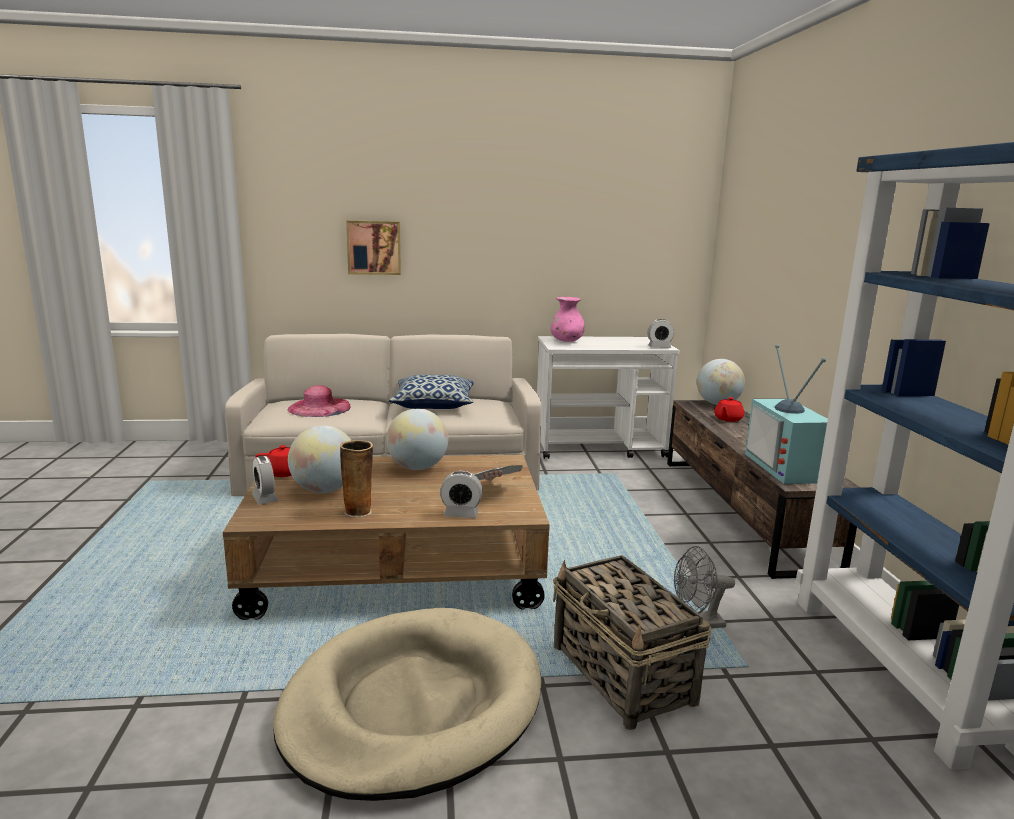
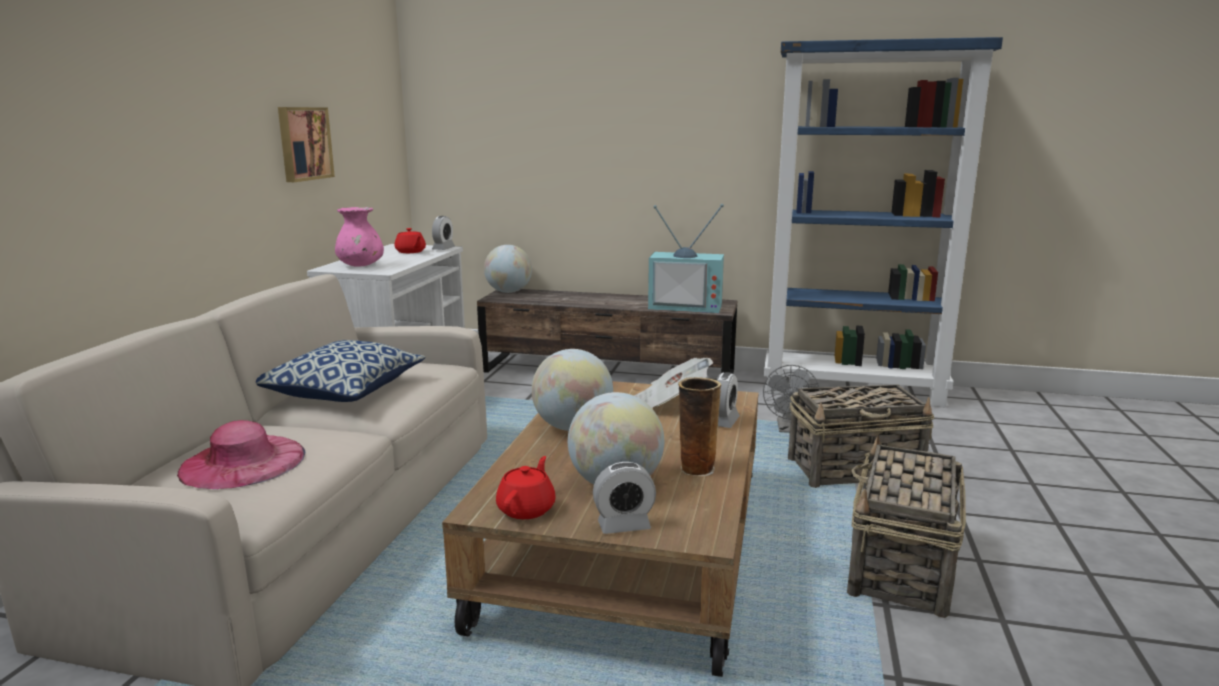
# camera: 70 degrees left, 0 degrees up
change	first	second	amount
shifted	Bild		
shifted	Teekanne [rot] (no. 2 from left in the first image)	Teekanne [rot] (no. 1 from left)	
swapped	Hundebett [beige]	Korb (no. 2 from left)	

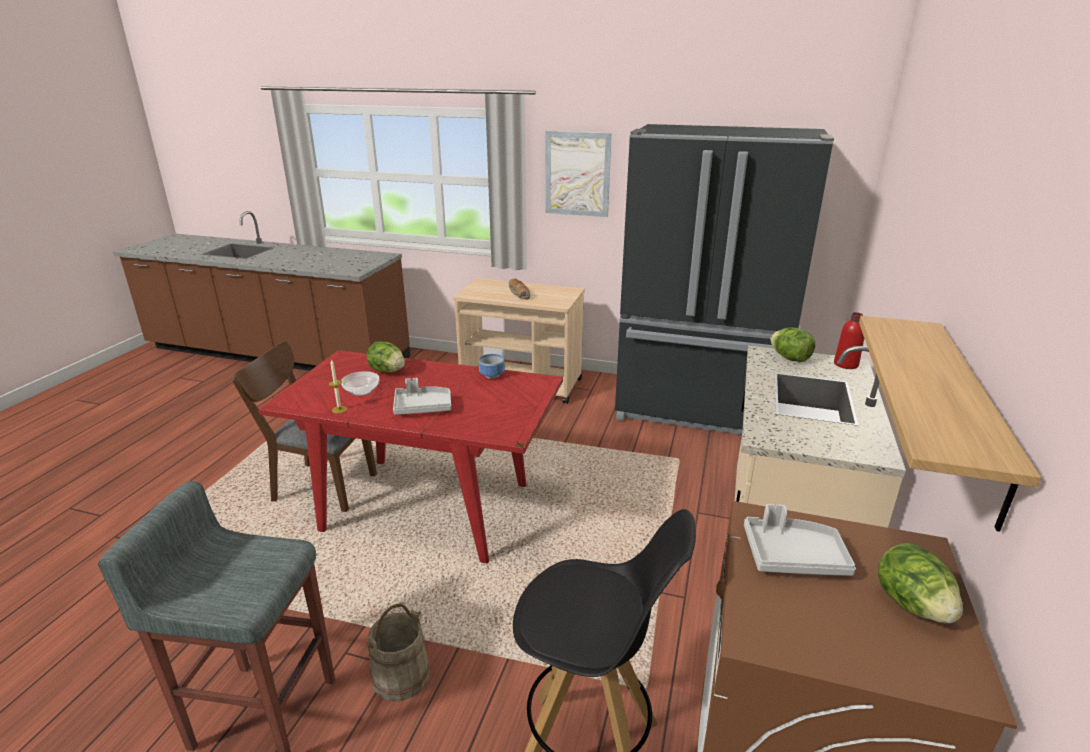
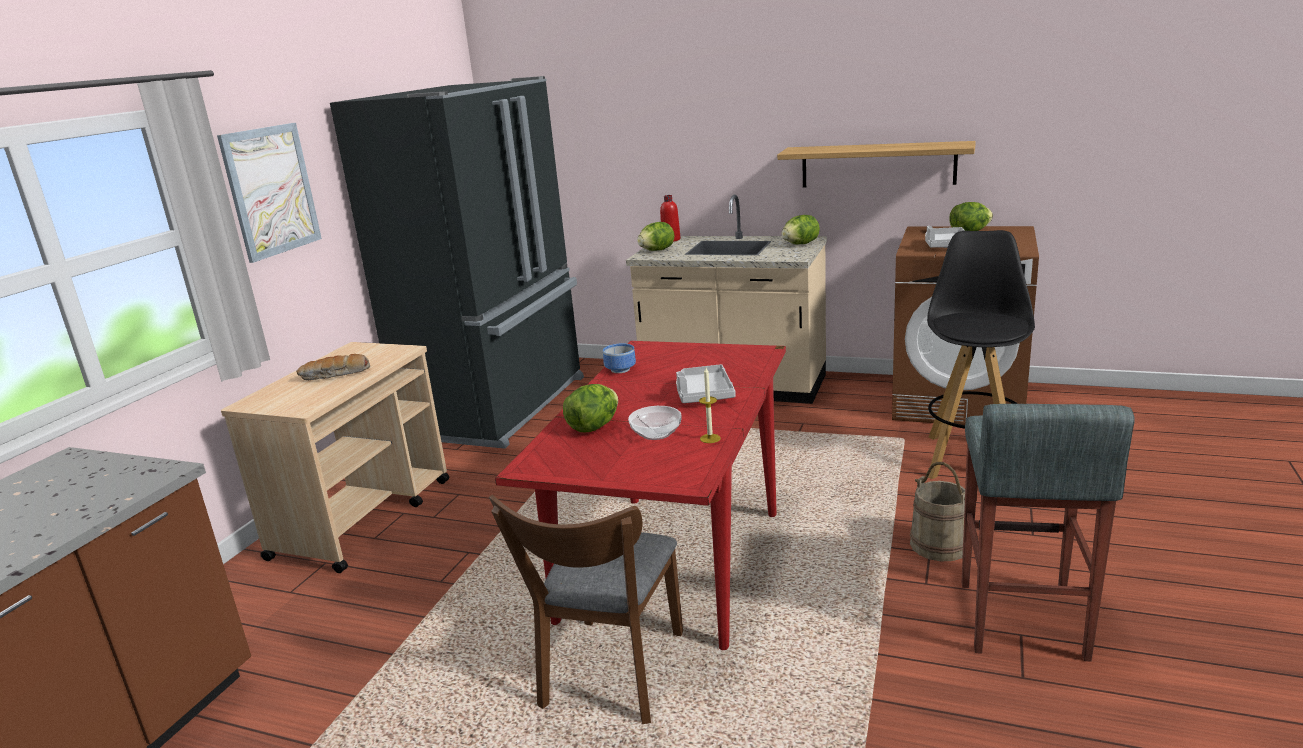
# camera: 85 degrees left, 5 degrees down
change	first	second	amount
new		Salatkopf (no. 3 from left)	

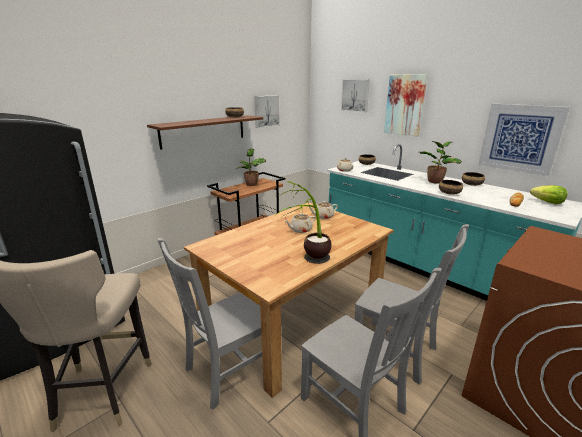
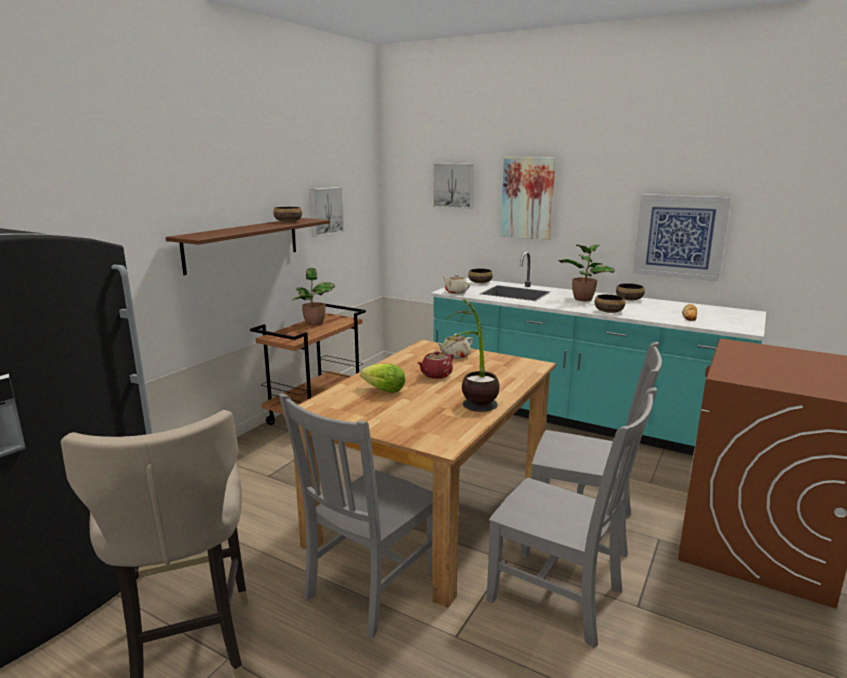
# camera: 15 degrees left, 5 degrees down
change	first	second	amount
shifted	Salatkopf		
repainted	Teekanne [beige] (no. 1 from left)	Teekanne [rot]	

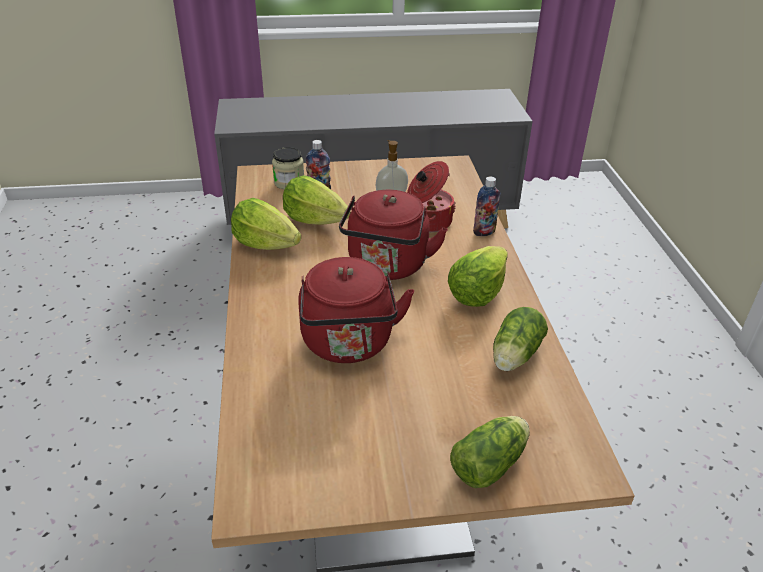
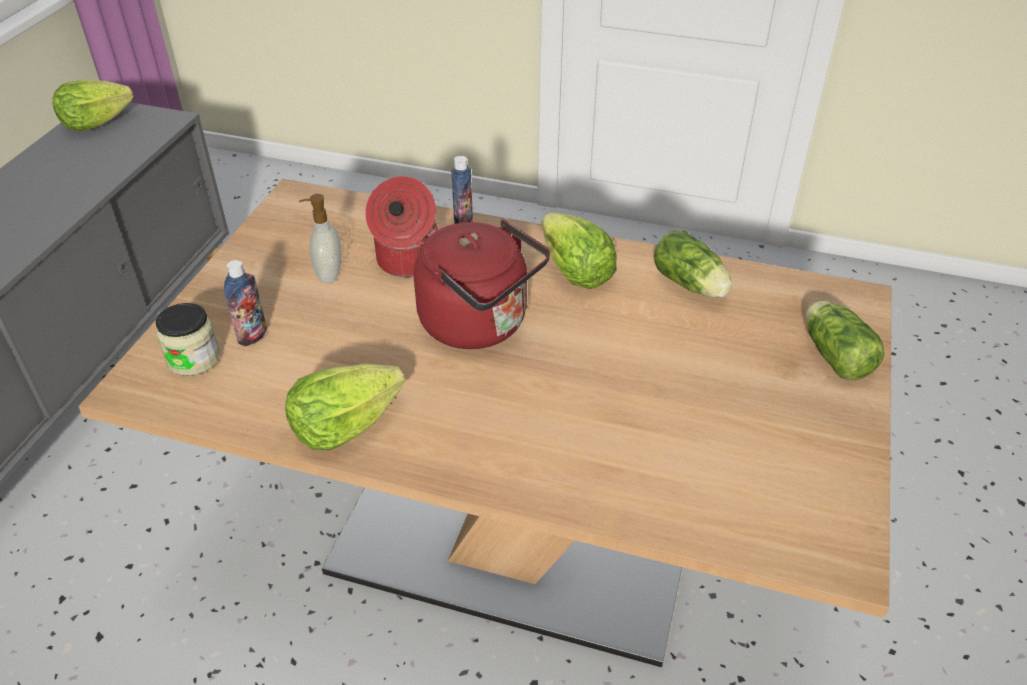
# camera: 65 degrees left, 5 degrees up
change	first	second	amount
shifted	Salatkopf (no. 2 from left in the first image)	Salatkopf (no. 1 from left)	
gone	Wasserkessel [rot] (no. 1 from left)		

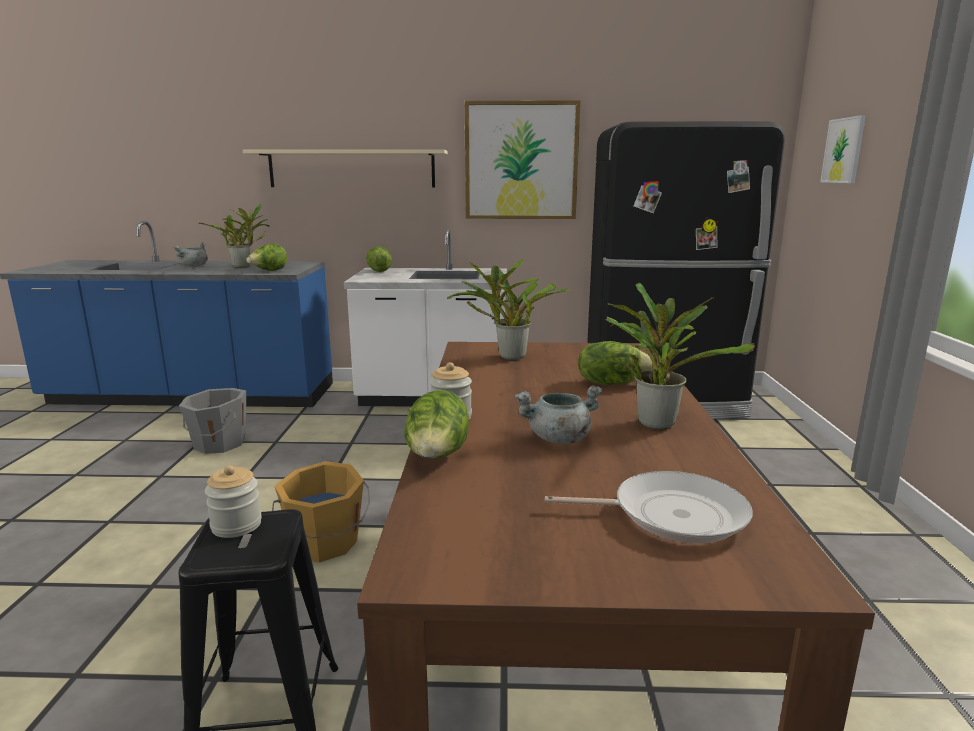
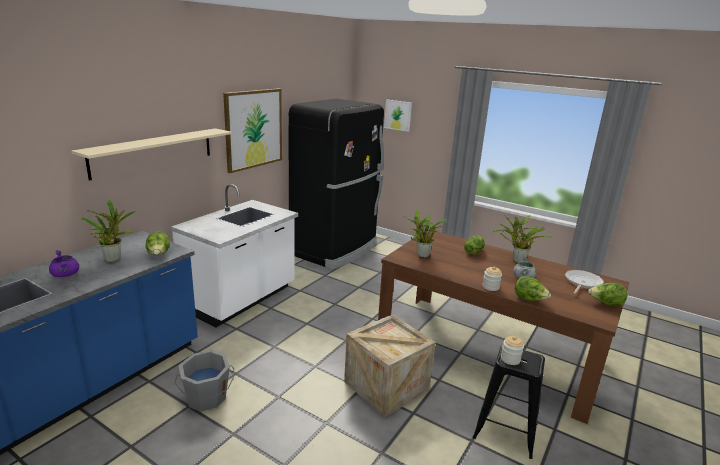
# camera: 60 degrees left, 5 degrees up
change	first	second	amount
repainted	Kochtopf [grau] (no. 1 from left)	Kochtopf [lila]	
shifted	Salatkopf (no. 2 from left in the first image)	Salatkopf (no. 4 from left)	
swapped	Eimer [orange]	Kiste	

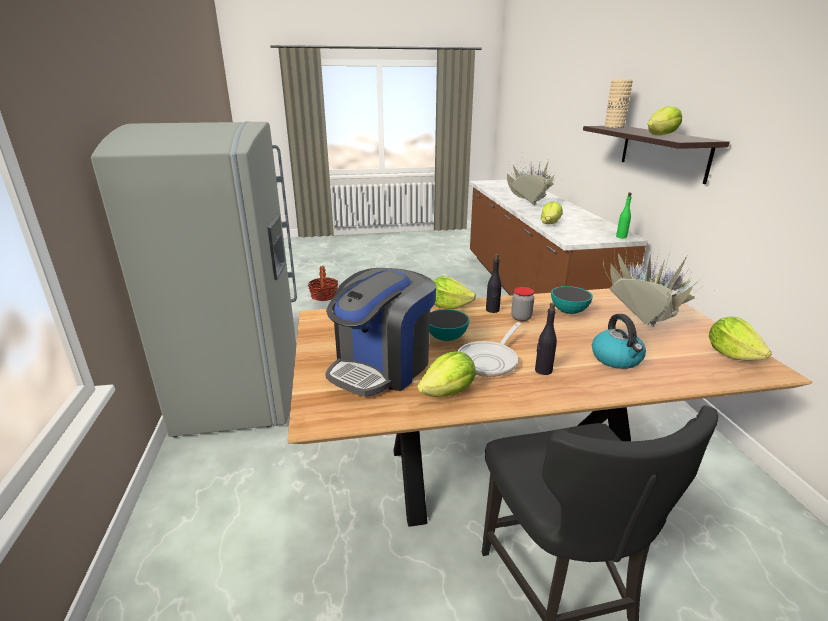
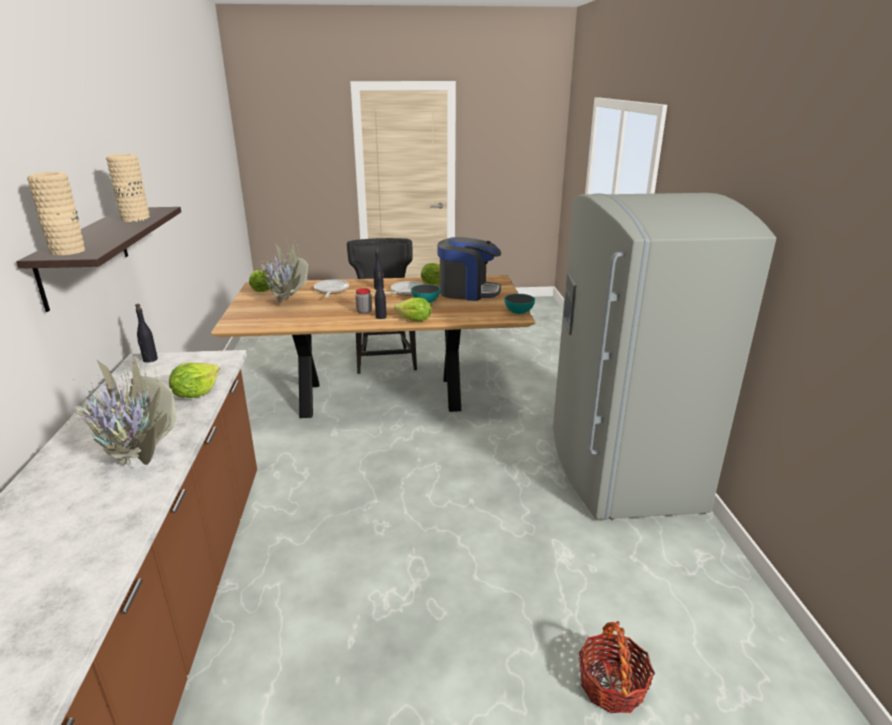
# camera: 175 degrees left, 0 degrees up
change	first	second	amount
swapped	Salatkopf (no. 4 from left)	Vase [beige] (no. 2 from left)	
repainted	Flasche [grün]	Flasche [schwarz] (no. 1 from left)	
rotated	Kaffeemaschine		60 degrees clockwise
shifted	Schüssel (no. 2 from left)		
swapped	Wasserkessel	Pfanne (no. 1 from left)	

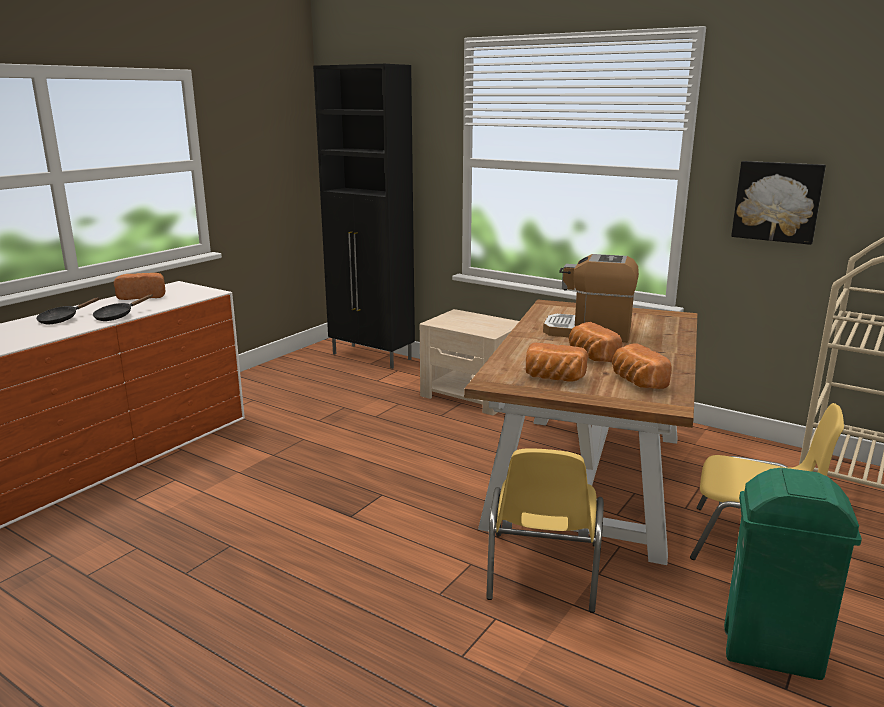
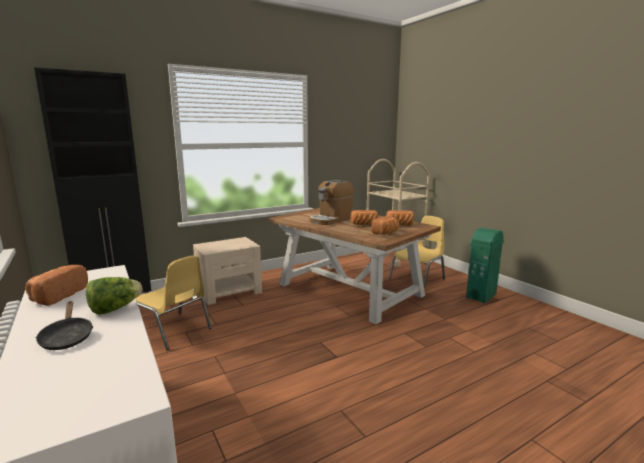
# camera: 65 degrees left, 5 degrees down
change	first	second	amount
gone	Bild		
swapped	Pfanne [schwarz] (no. 2 from left)	Salatkopf	
shifted	Stuhl [gelb] (no. 1 from left)		

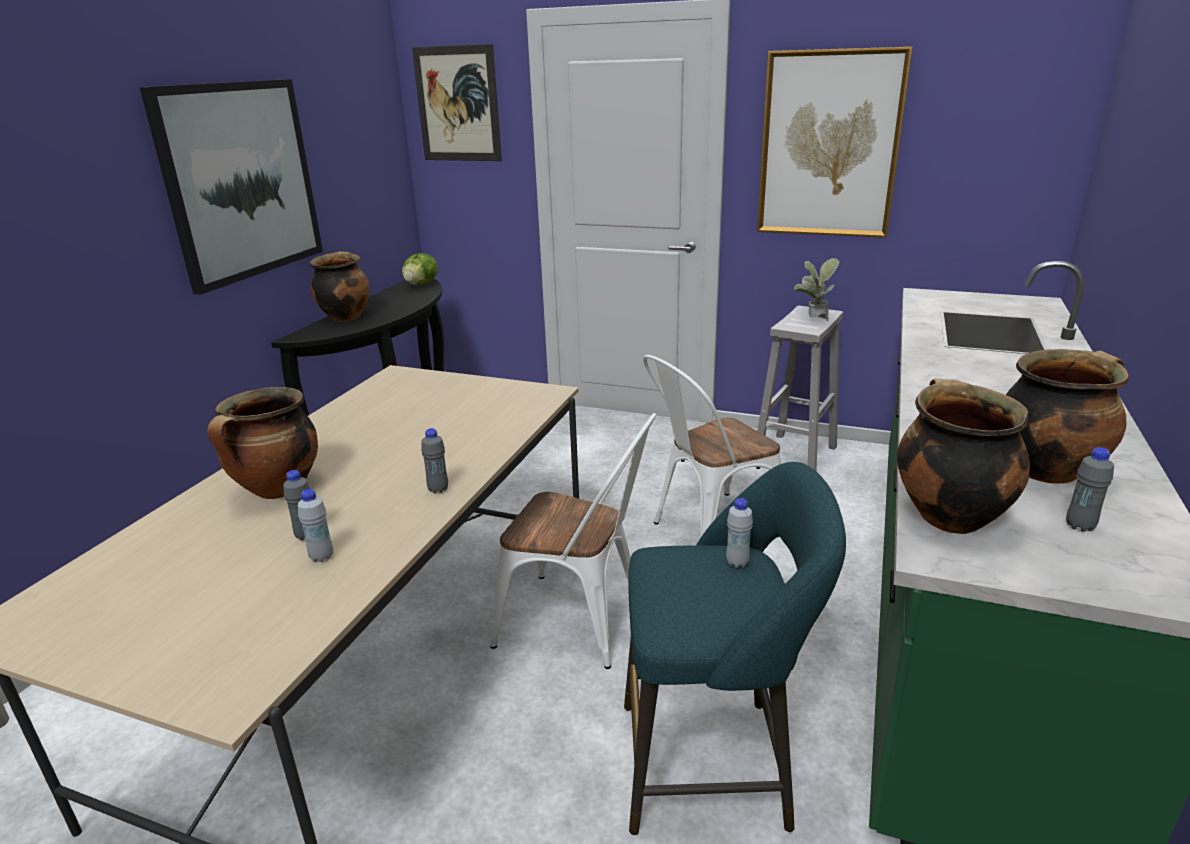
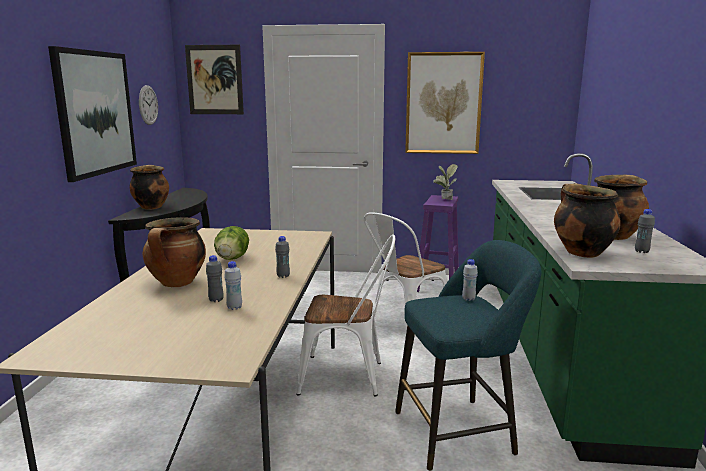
# camera: 15 degrees left, 10 degrees down
change	first	second	amount
shifted	Salatkopf		
repainted	Hocker [weiß]	Hocker [lila]	
new		Wanduhr	

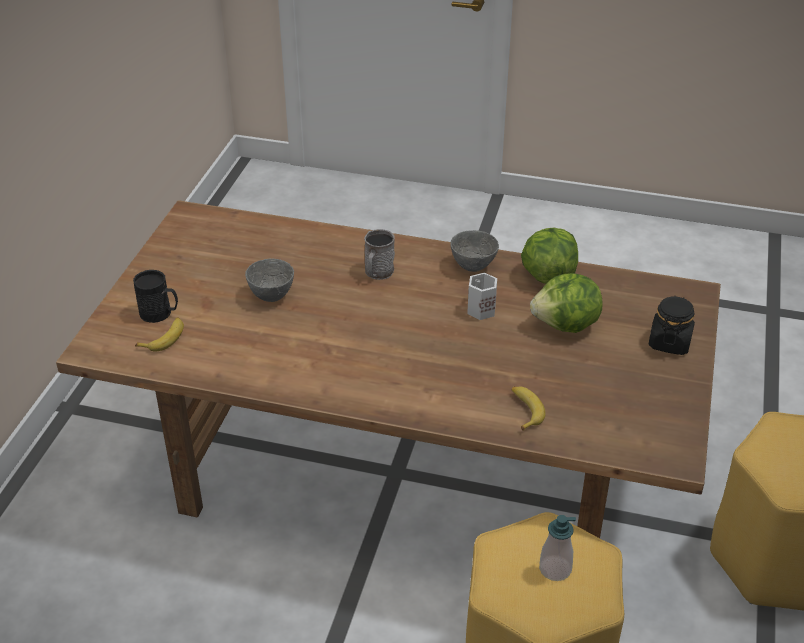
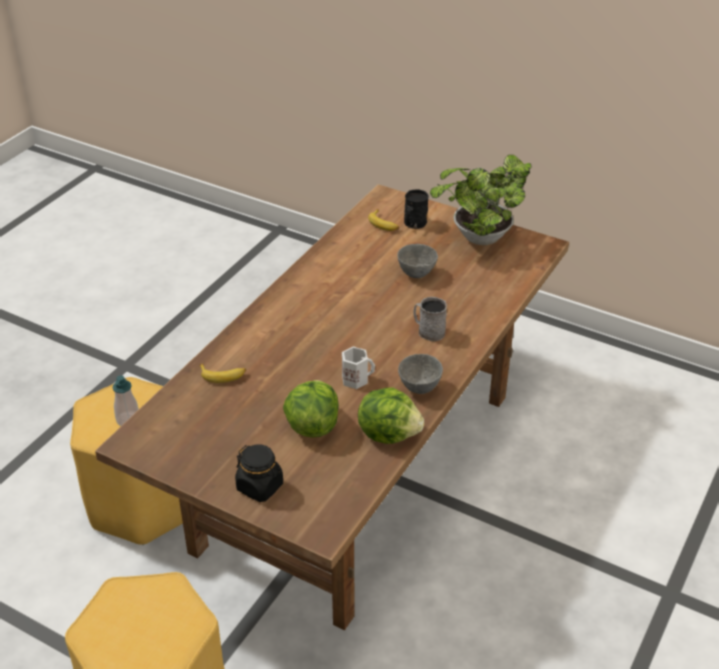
# camera: 105 degrees right, 0 degrees up
change	first	second	amount
new		Topfpflanze	

